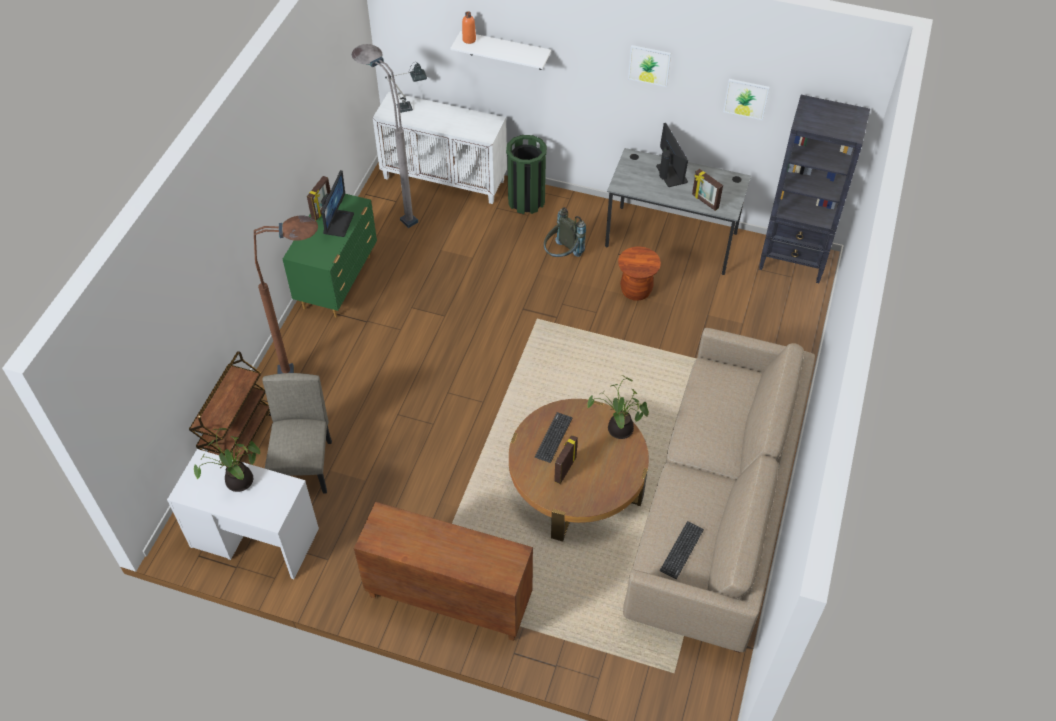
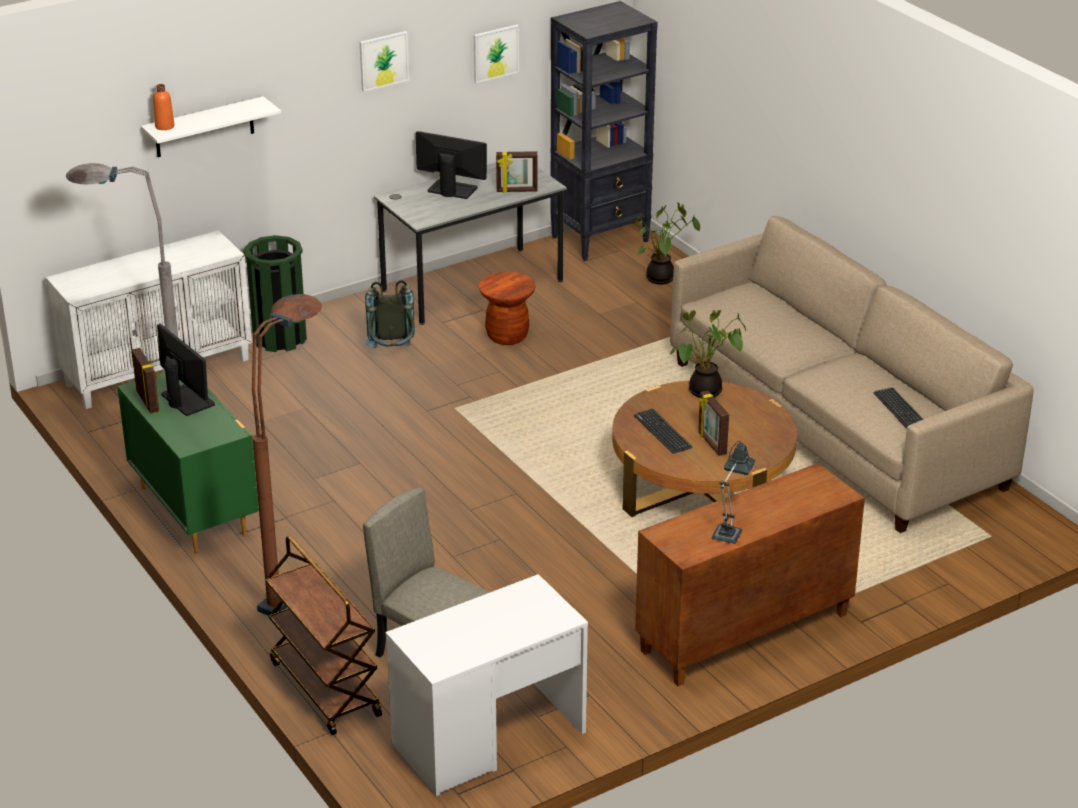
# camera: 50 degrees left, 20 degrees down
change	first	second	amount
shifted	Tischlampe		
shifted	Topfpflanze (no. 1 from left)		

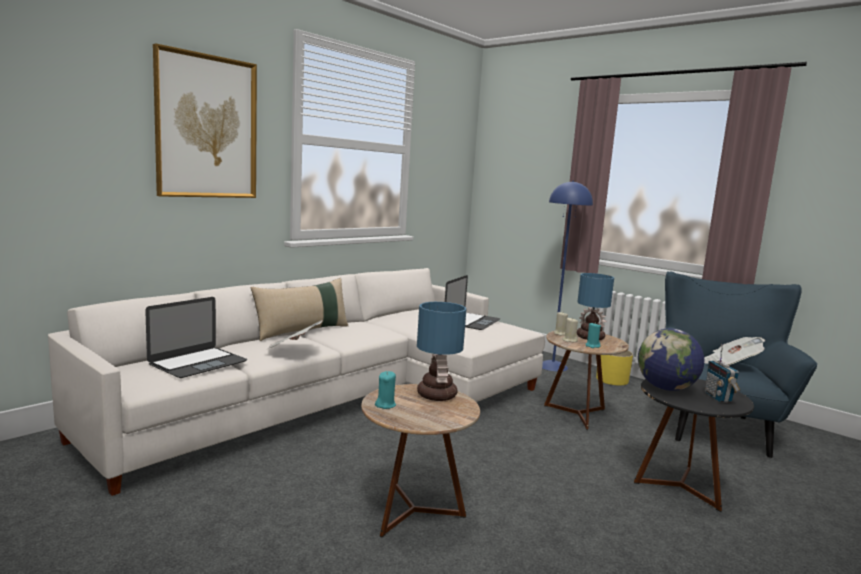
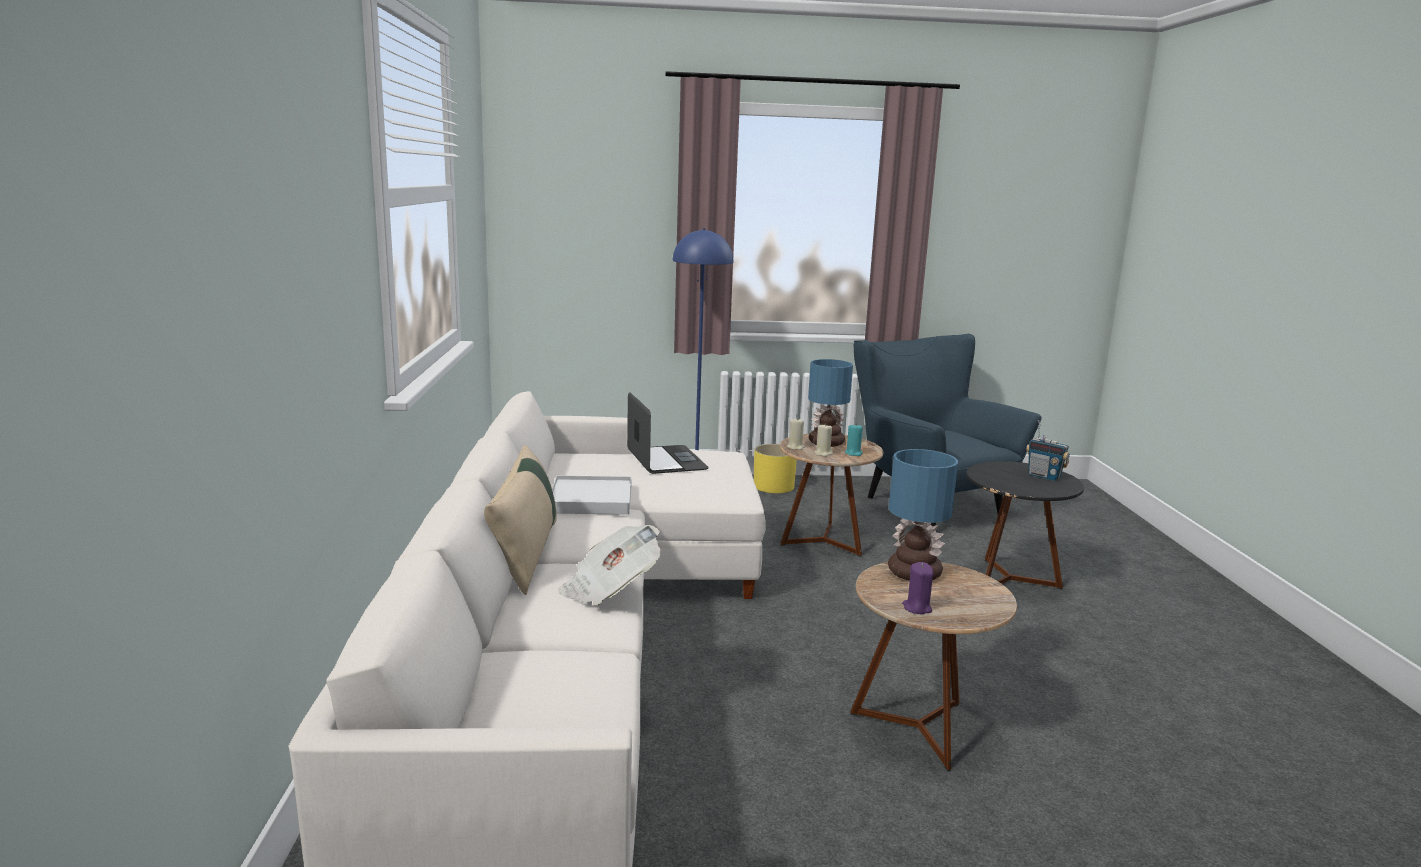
# camera: 45 degrees left, 5 degrees up
change	first	second	amount
gone	Bild		
gone	Laptop (no. 1 from left)		
gone	Globus		
gone	Zeitung (no. 2 from left)		
repainted	Kerze [türkis] (no. 1 from left)	Kerze [lila]	
new		Tablett [weiß]	

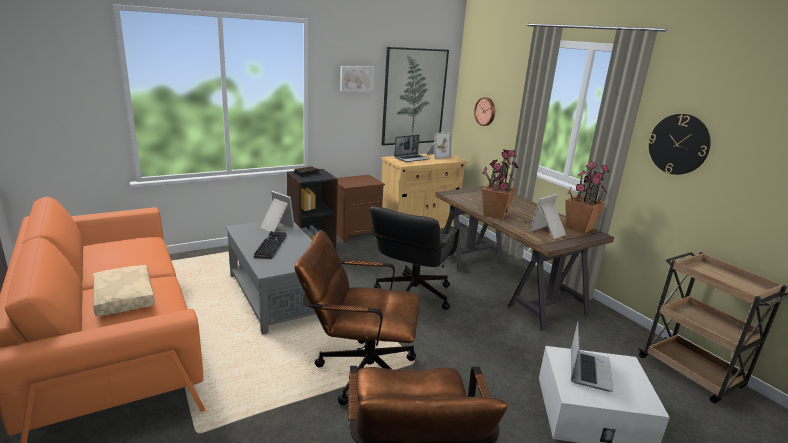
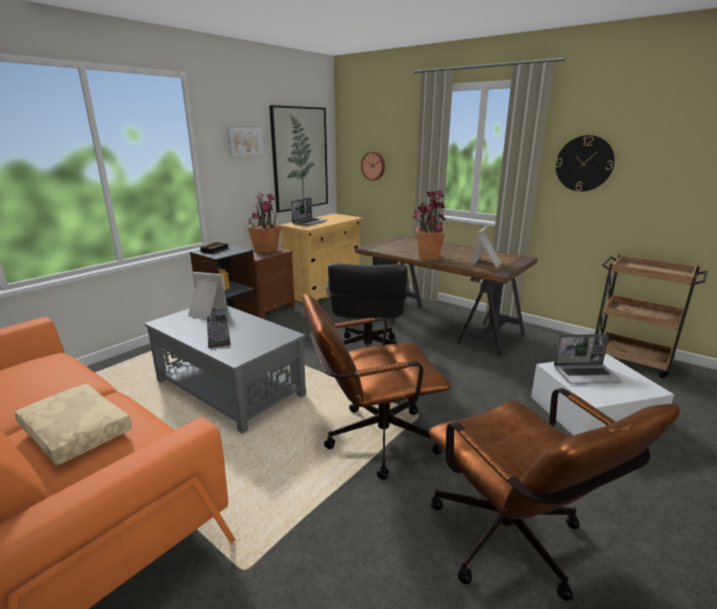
# camera: 20 degrees left, 0 degrees up
change	first	second	amount
gone	Bilderrahmen (no. 2 from left)		
shifted	Topfpflanze (no. 2 from left in the first image)	Topfpflanze (no. 1 from left)	
rotated	Laptop (no. 2 from left)		90 degrees clockwise

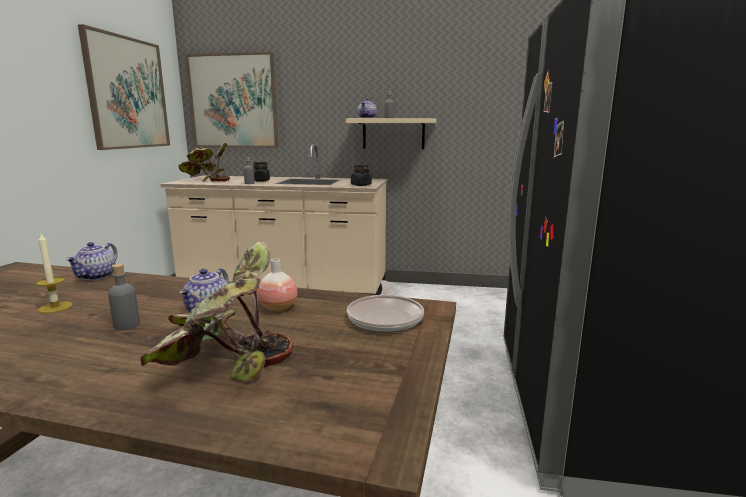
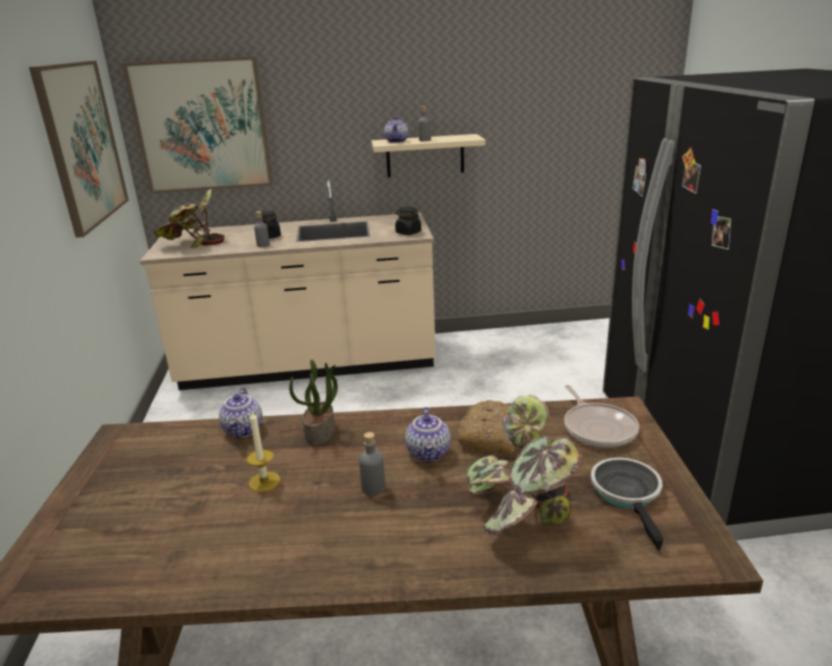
# camera: 15 degrees left, 10 degrees up
change	first	second	amount
swapped	Vase	Brot	
new		Topfpflanze (no. 2 from left)	
new		Pfanne (no. 2 from left)	

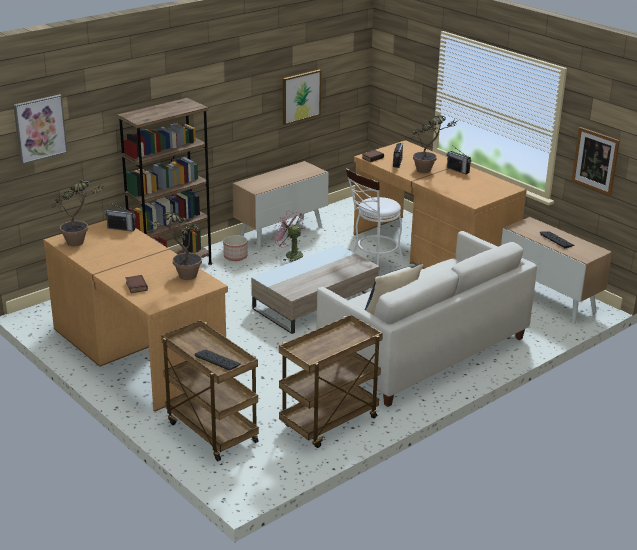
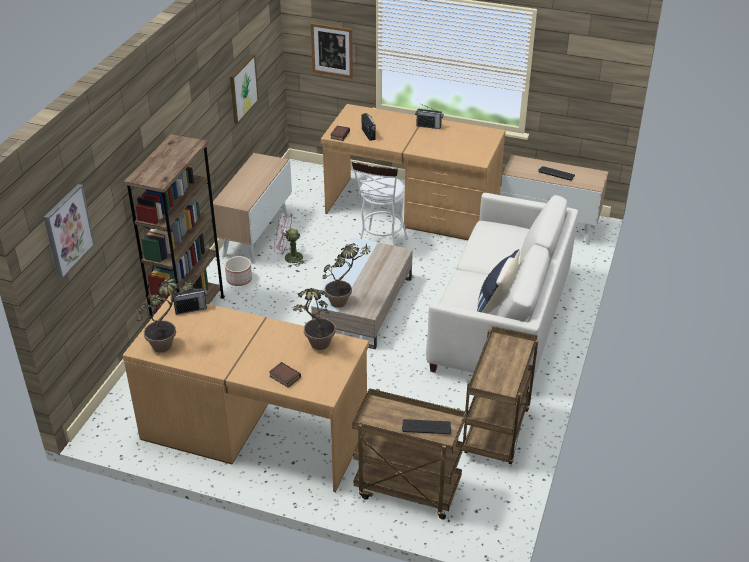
# camera: 30 degrees left, 10 degrees up
change	first	second	amount
shifted	Topfpflanze (no. 3 from left)		
shifted	Bild (no. 3 from left)		

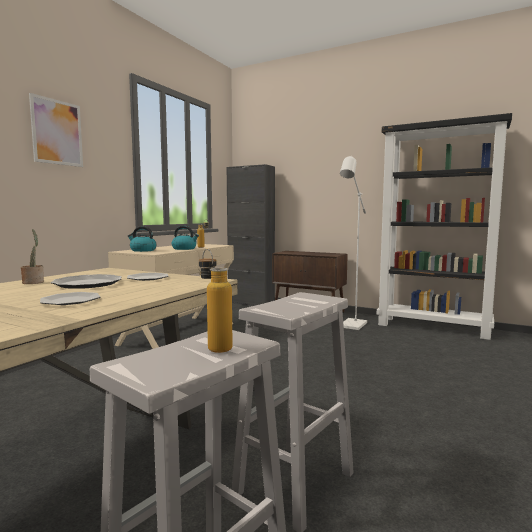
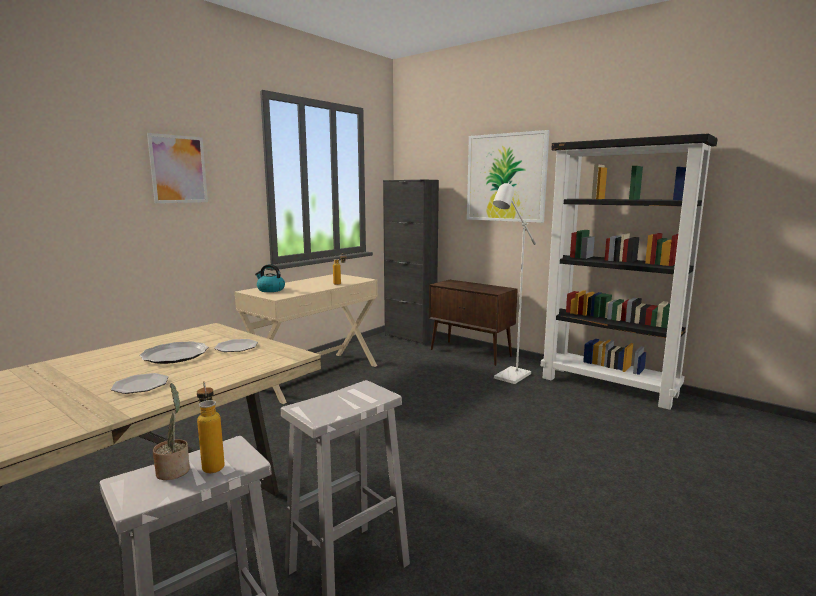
# camera: 10 degrees right, 5 degrees up
change	first	second	amount
gone	Wasserkessel (no. 2 from left)		
shifted	Topfpflanze		
new		Bild (no. 2 from left)	

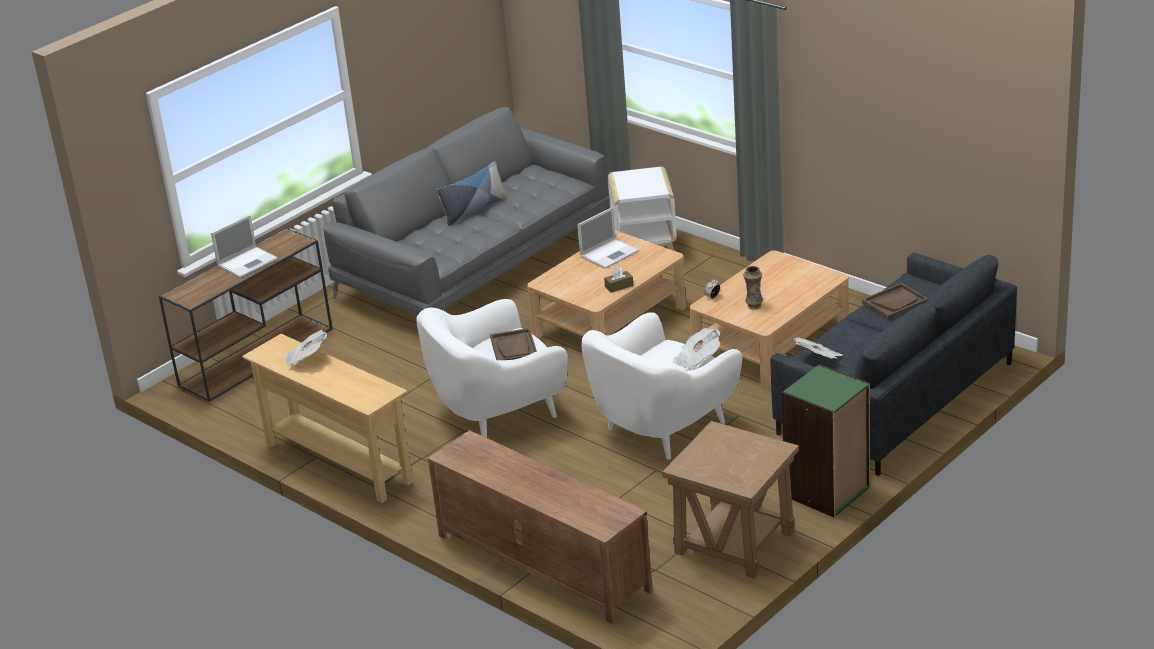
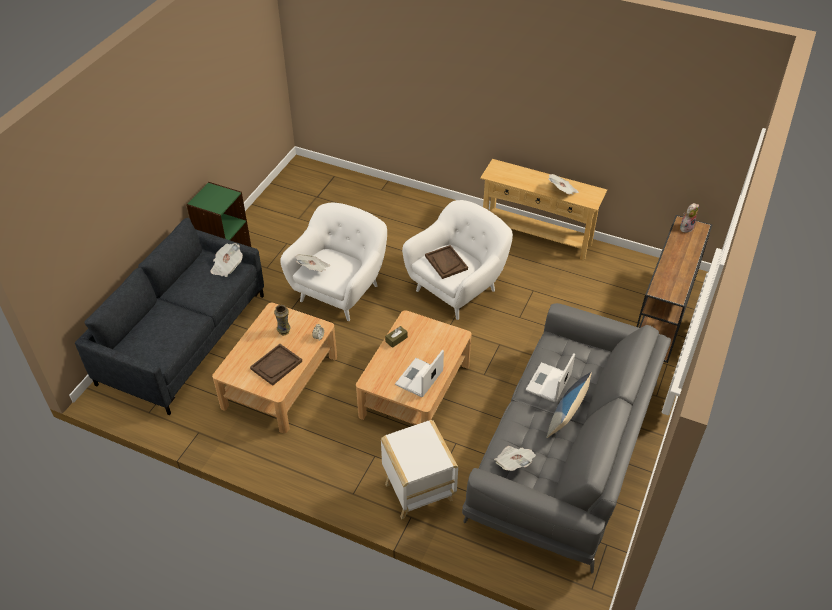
# camera: 160 degrees right, 15 degrees up
change	first	second	amount
shifted	Laptop (no. 1 from left in the first image)	Laptop (no. 2 from left)	
shifted	Tablett [braun] (no. 2 from left in the first image)	Tablett [braun] (no. 1 from left)	
gone	Beistelltisch [braun]		
gone	Fernsehschrank [braun]		
new		Plüschtier	
new		Zeitung (no. 3 from left)	

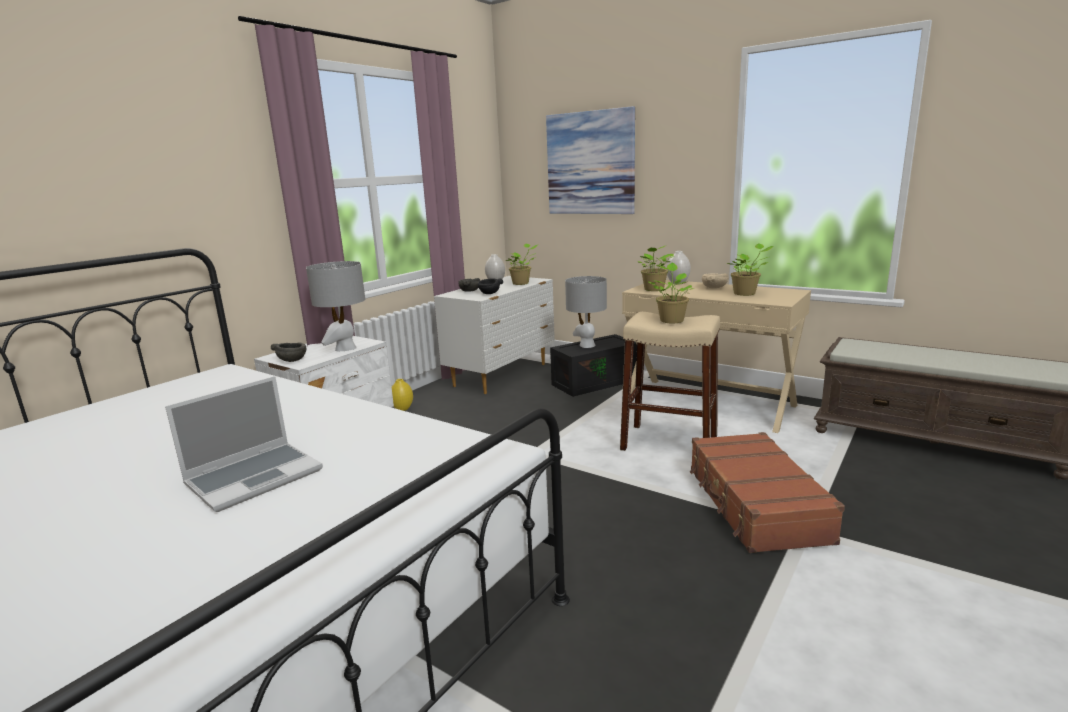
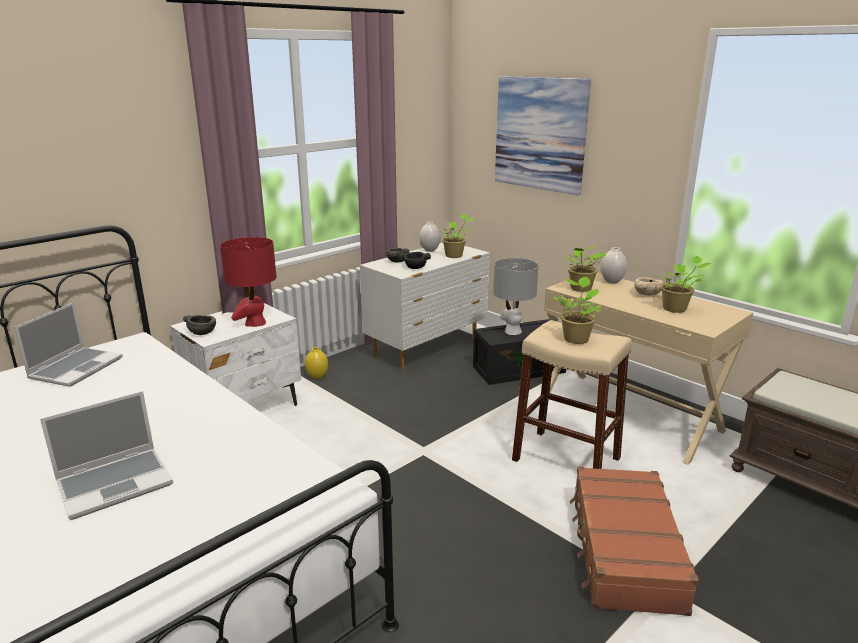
# camera: 10 degrees right, 5 degrees up
change	first	second	amount
repainted	Tischlampe [grau] (no. 1 from left)	Tischlampe [rot]	
new		Laptop (no. 1 from left)	

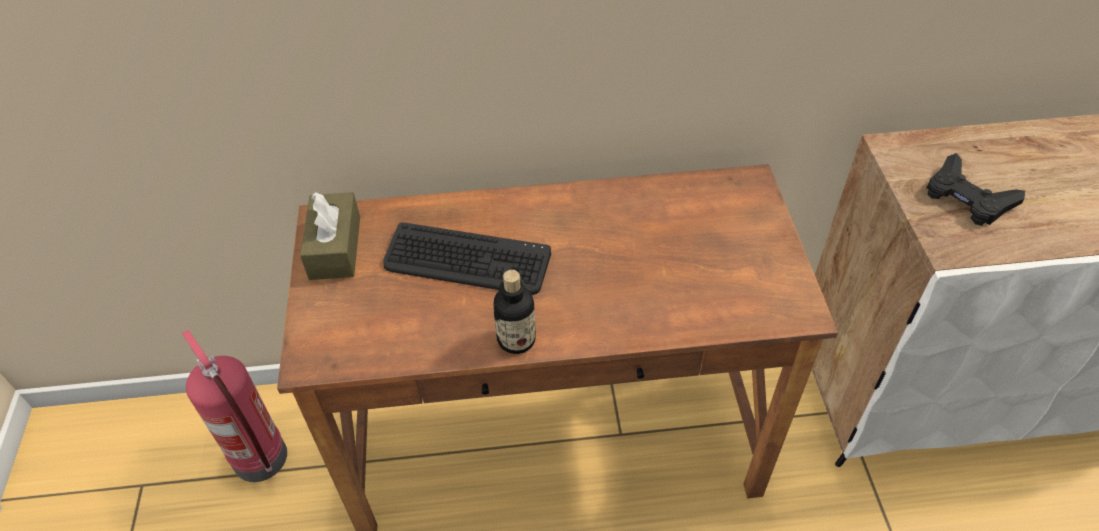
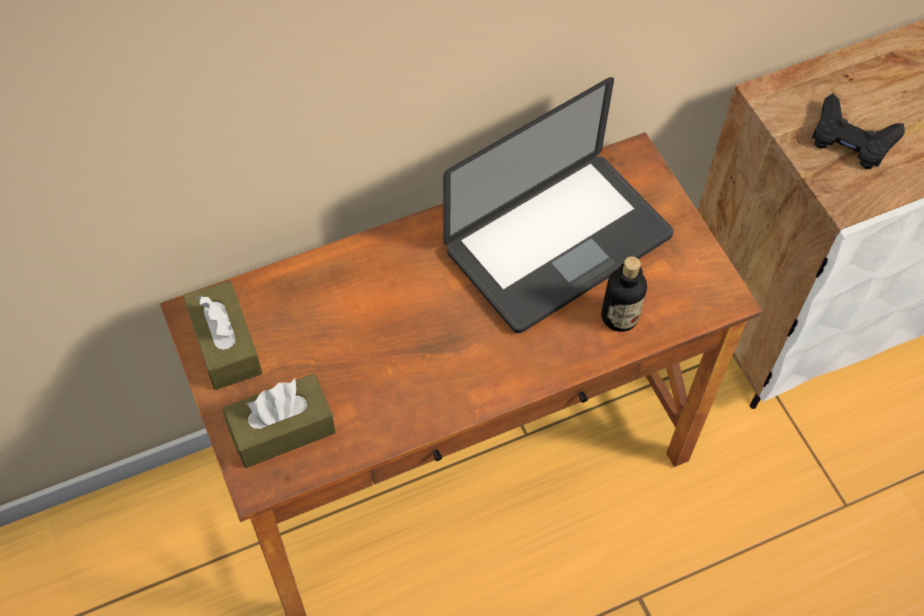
# camera: 20 degrees left, 10 degrees up
change	first	second	amount
gone	Tastatur		
shifted	Flasche		
gone	Feuerlöscher		
new		Laptop	
new		Taschentuchbox [braun] (no. 2 from left)	

